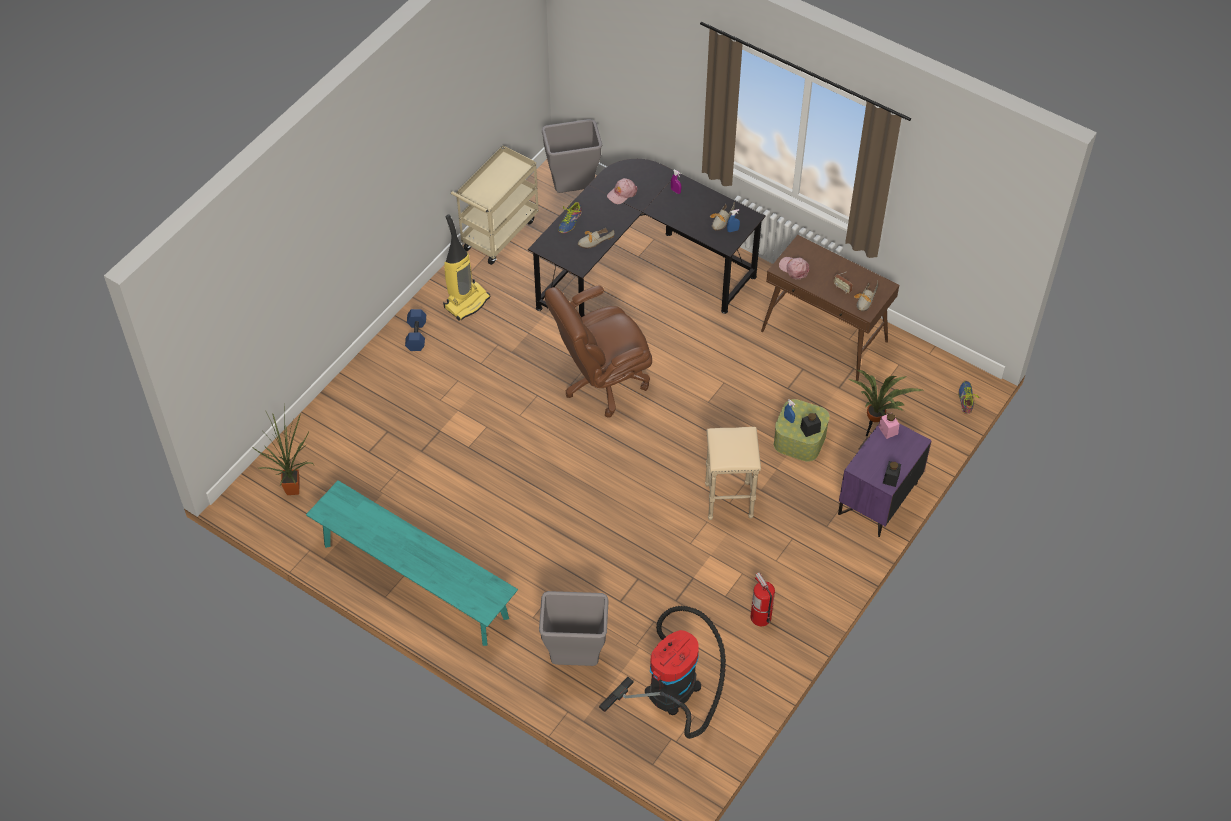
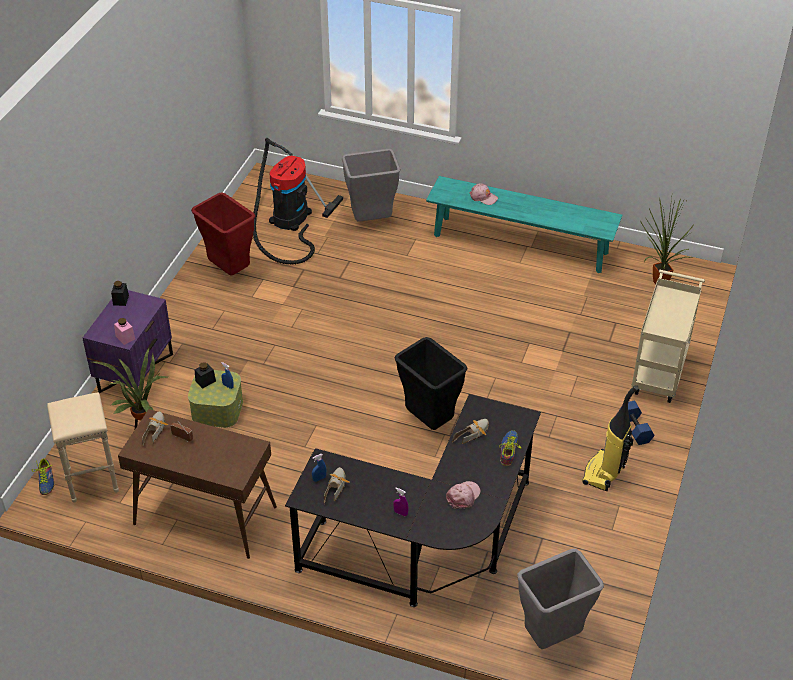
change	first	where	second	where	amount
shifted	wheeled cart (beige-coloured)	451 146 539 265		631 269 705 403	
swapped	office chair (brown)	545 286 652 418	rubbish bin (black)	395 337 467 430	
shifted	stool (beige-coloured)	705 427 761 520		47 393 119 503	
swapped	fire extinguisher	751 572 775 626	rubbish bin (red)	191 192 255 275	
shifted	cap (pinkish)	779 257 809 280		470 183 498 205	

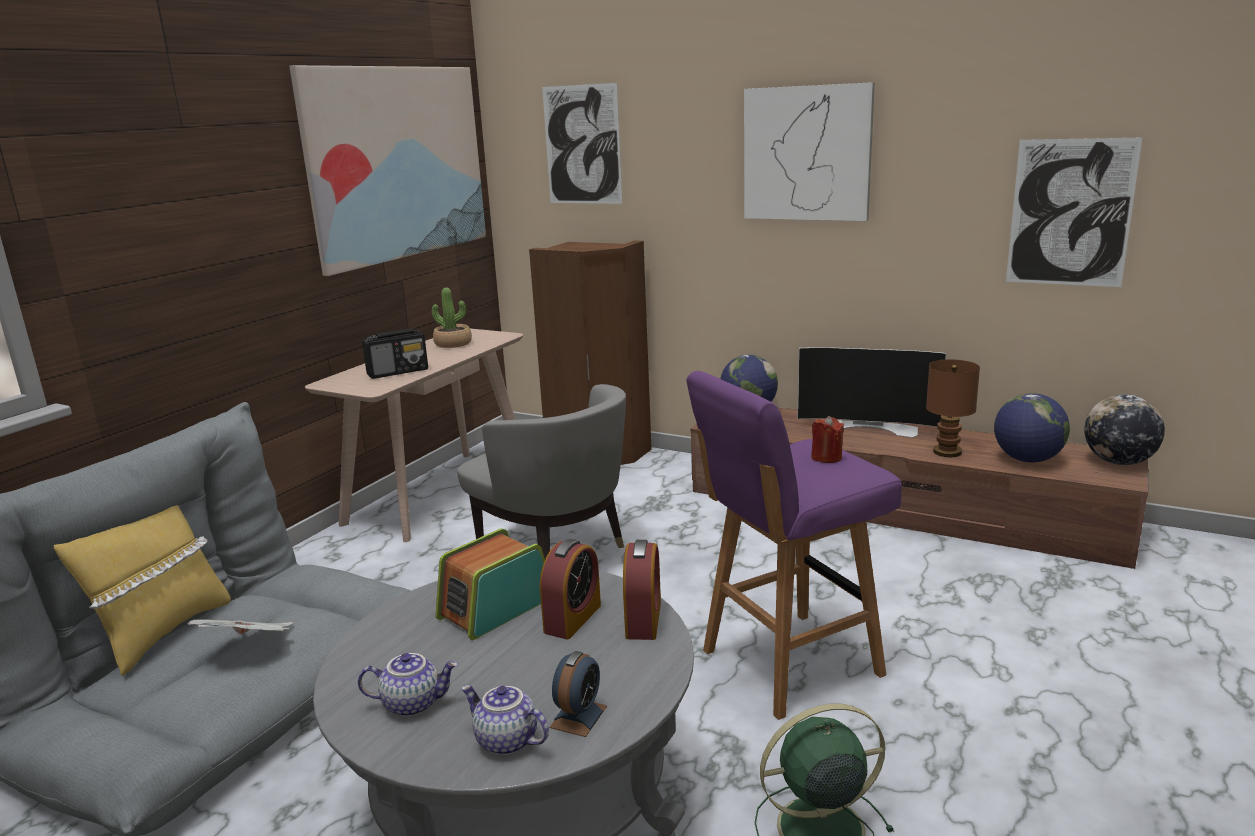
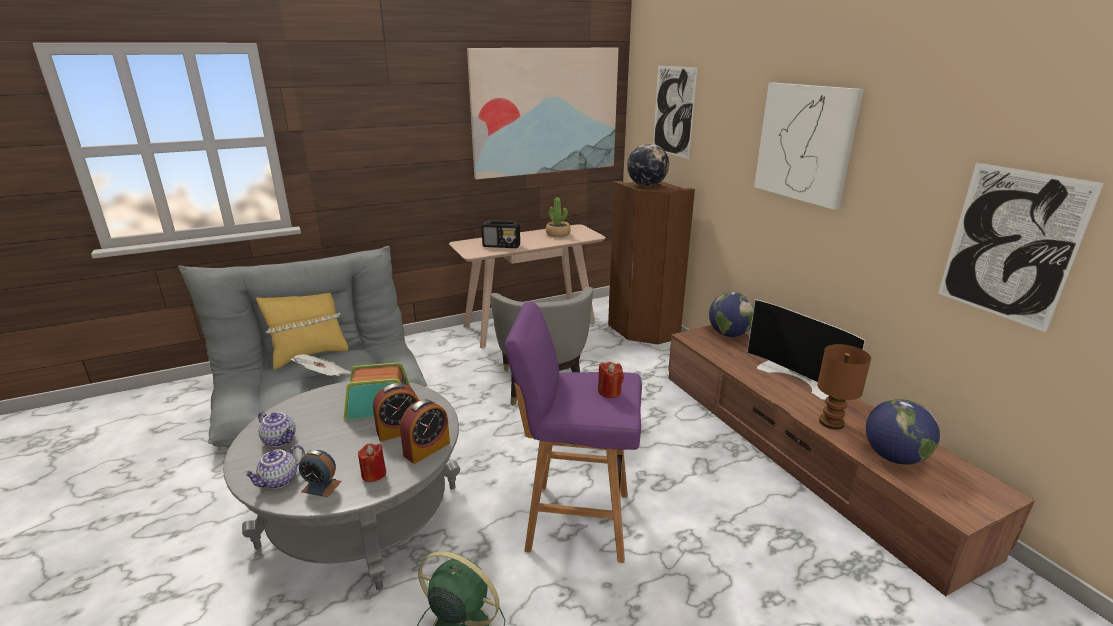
change	first	where	second	where	amount
rotated	teapot	461 685 549 755		243 445 305 489	120 degrees counterclockwise
rotated	alarm clock	549 651 607 737		299 450 342 497	45 degrees clockwise
shifted	desk globe	1084 394 1165 465		627 143 669 187	
new			wax light (red)	358 443 386 482	

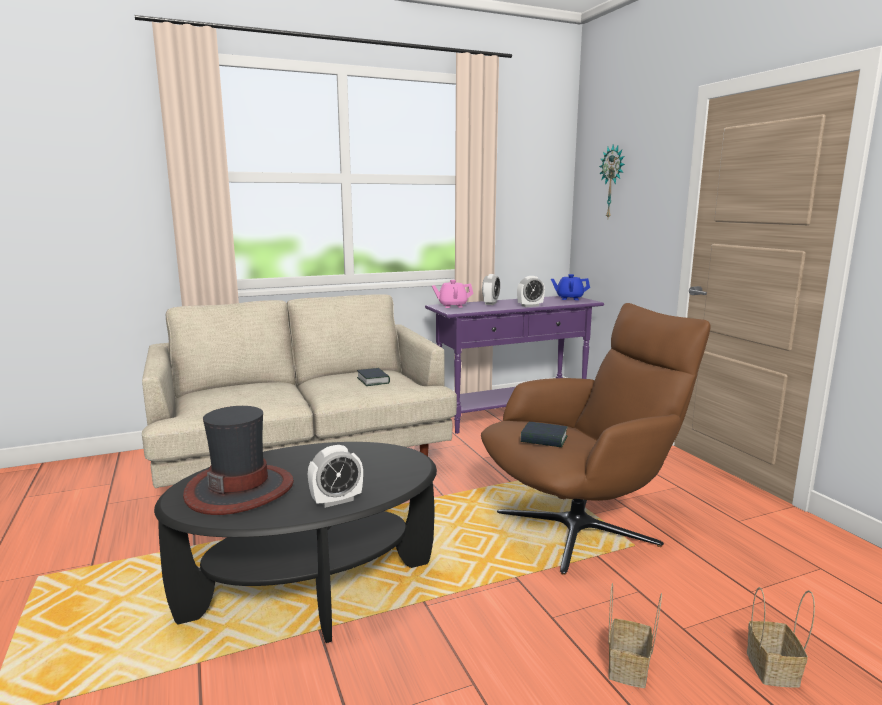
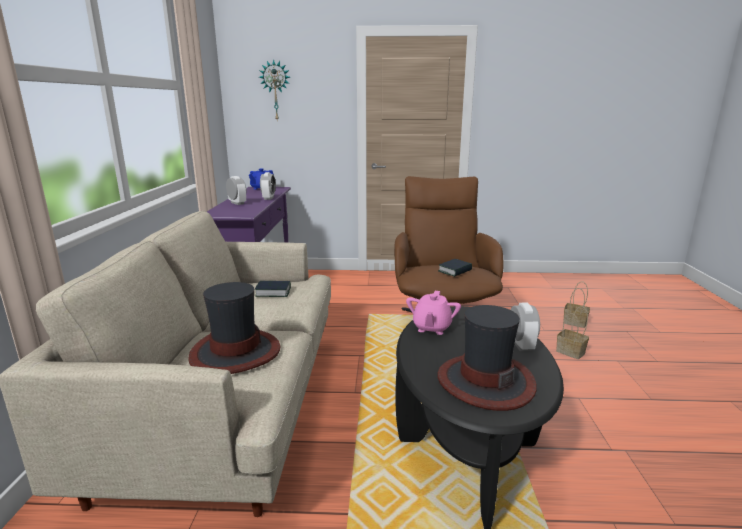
change	first	where	second	where	amount
shifted	teapot (pinkish)	432 280 474 308		406 291 461 335	
new			clothing hat	188 282 281 374	

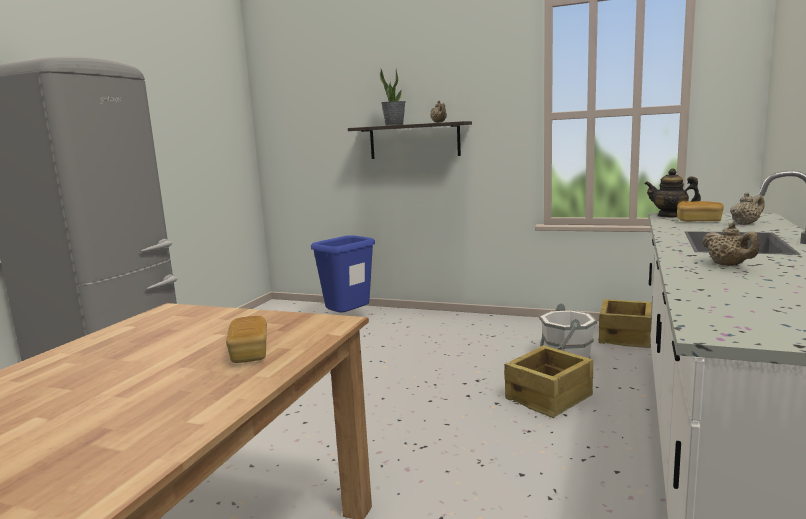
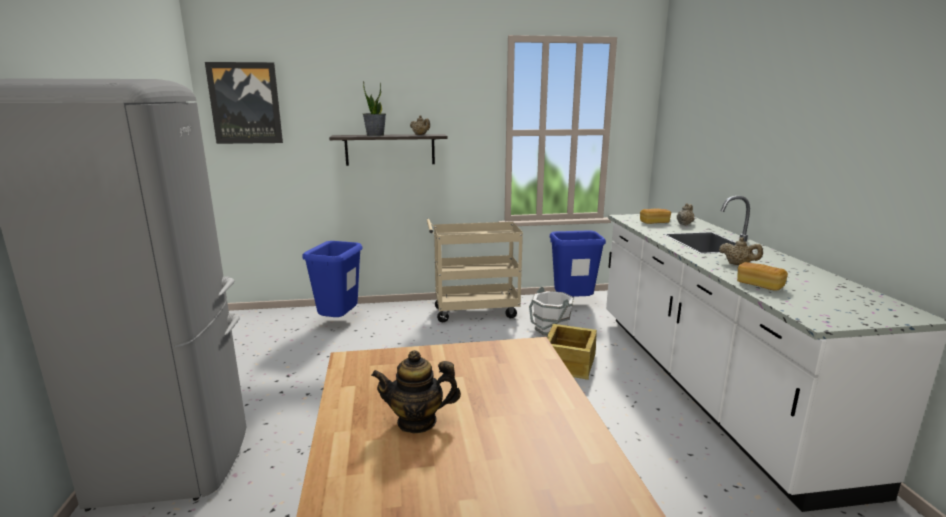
change	first	where	second	where	amount
shifted	baked bread	226 316 267 363		737 262 788 291	
swapped	crate	599 299 652 348	rubbish bin (bluish)	550 230 606 297	
shifted	teapot	645 169 701 218		371 350 461 434	
new			picture	205 62 283 144	
new			wheeled cart (beige-coloured)	427 219 523 322	

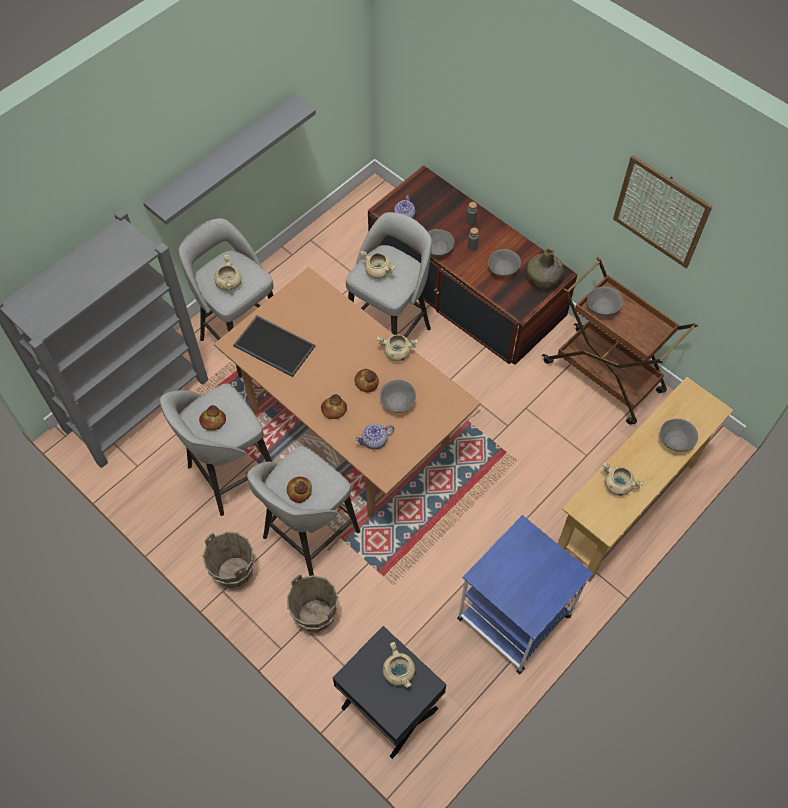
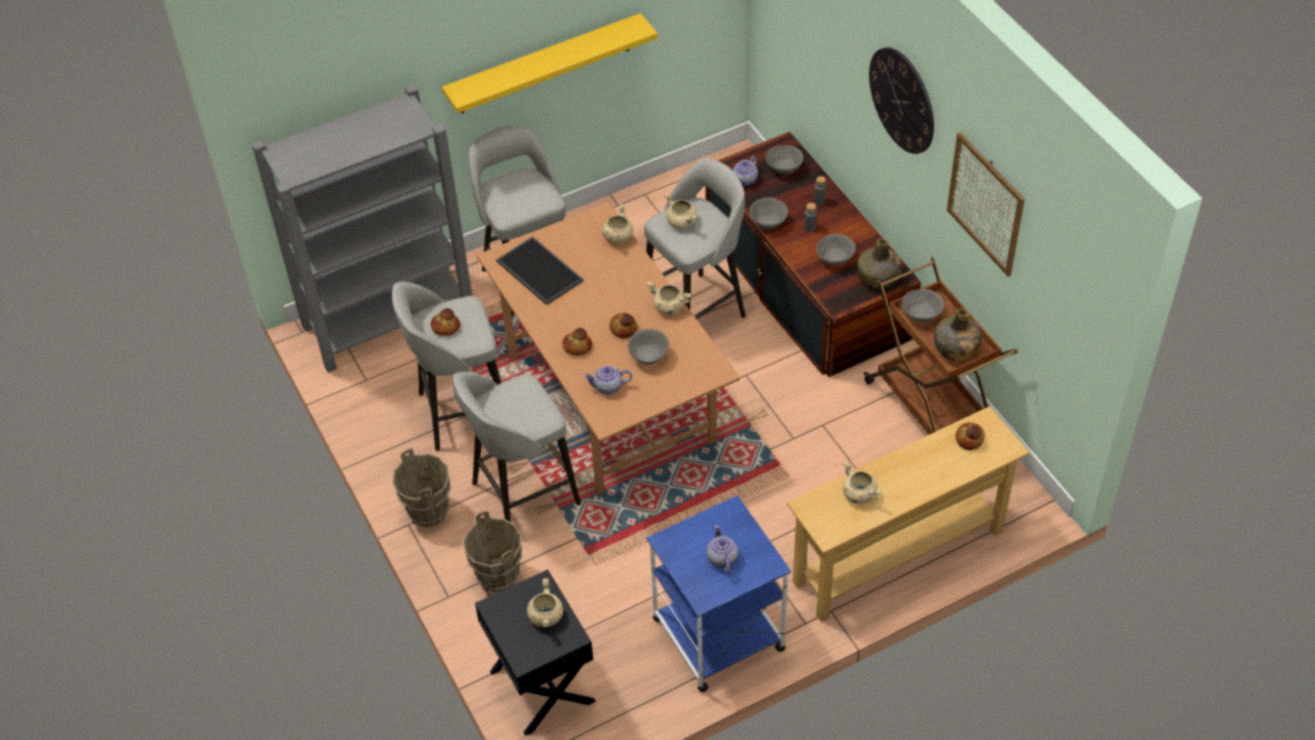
change	first	where	second	where	amount
repainted	shelf (gray)	143 94 316 225	shelf (yellowish)	442 13 658 113	
shifted	saucepot (beige-coloured)	214 255 242 291		602 204 633 244	
shifted	baked bread	287 477 312 503		956 423 985 450	
shifted	deep dish (gray)	660 419 698 452		765 145 803 175	
new			teapot	707 525 738 573	
new			hanging clock	869 47 934 154	
new			drink bottle (green)	934 308 982 361	

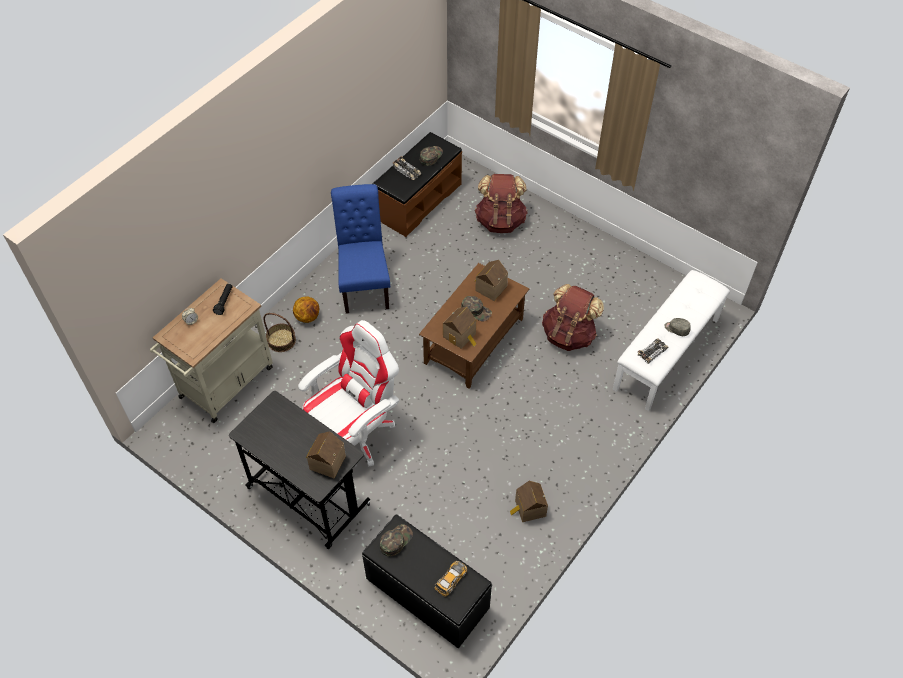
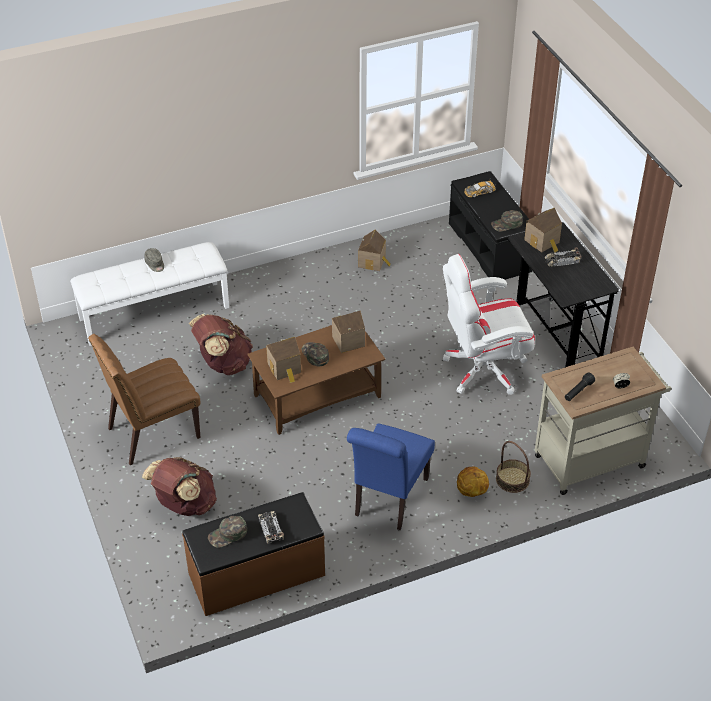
change	first	where	second	where	amount
shifted	miniature car	638 338 669 364		545 247 582 267	
new			chair (brown)	88 334 201 465	

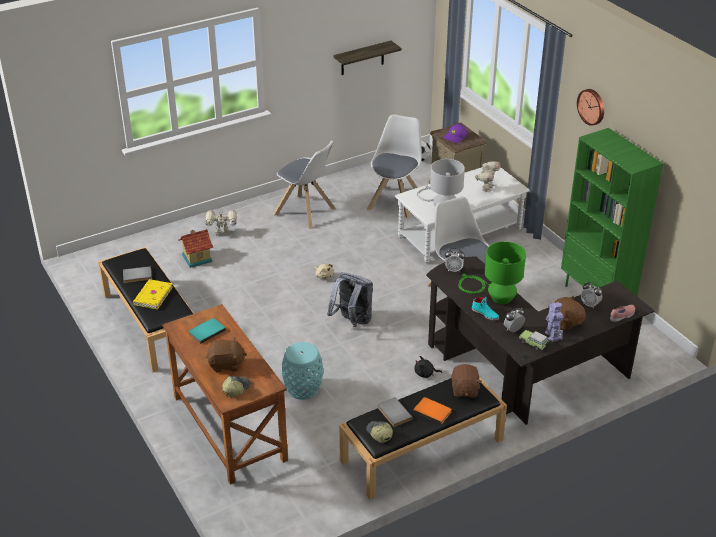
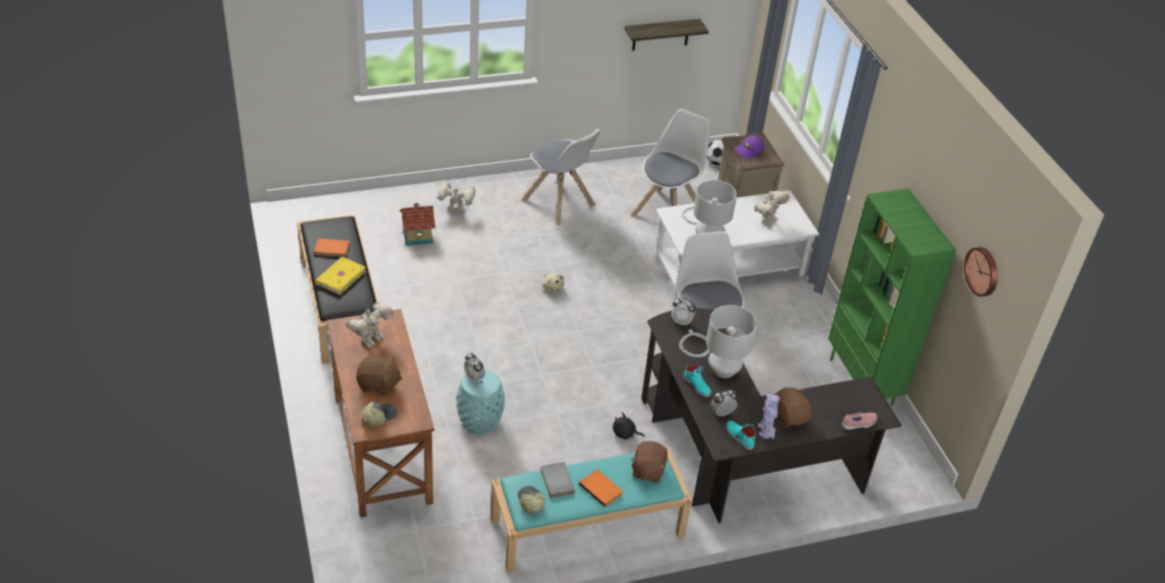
change	first	where	second	where	amount
repainted	bound book (gray)	123 266 152 283	bound book (orange)	314 238 350 257	
swapped	bound book (turquoise-coloured)	188 318 226 344	robot figure	346 302 394 347	
gone	knapsack (gray)	327 272 373 327			
repainted	long seat (black)	339 377 507 500	long seat (turquoise-coloured)	491 447 692 573	
repainted	tabletop lamp (green)	459 241 526 305	tabletop lamp (gray)	679 305 757 378	
swapped	miniature car	519 330 550 351	low shoe (turquoise-coloured)	726 421 756 450	
shifted	hanging clock	577 89 604 126		964 247 998 297	
shifted	alarm clock	581 282 602 309		464 353 485 384	

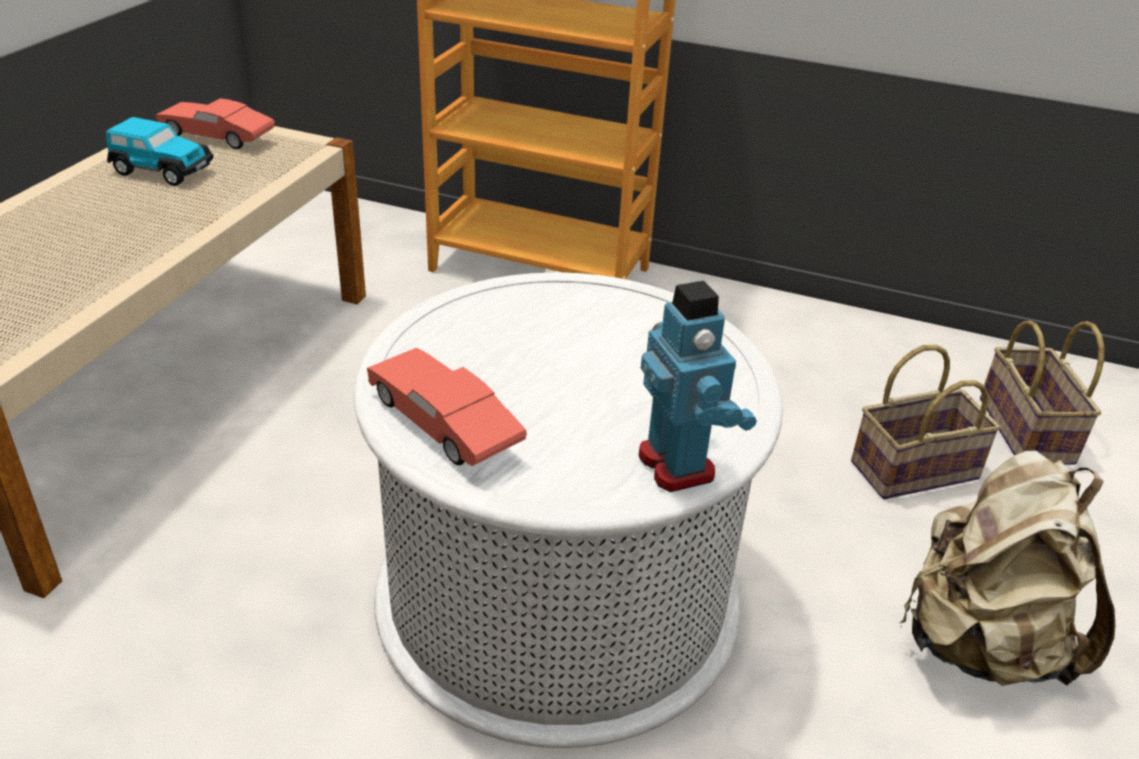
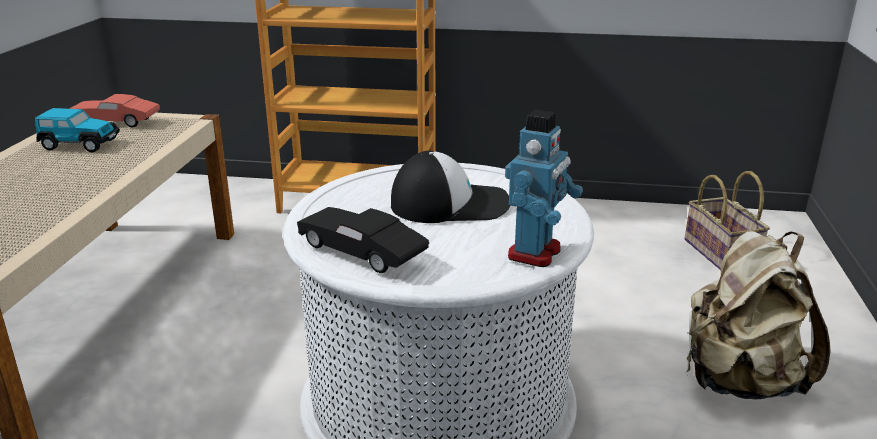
change	first	where	second	where	amount
repainted	miniature car (red)	367 348 527 466	miniature car (black)	297 207 429 273	
rotated	robot figure	639 281 757 492		505 109 583 267	60 degrees clockwise
gone	basket	851 345 1001 499			
new			cap	391 151 510 223	

